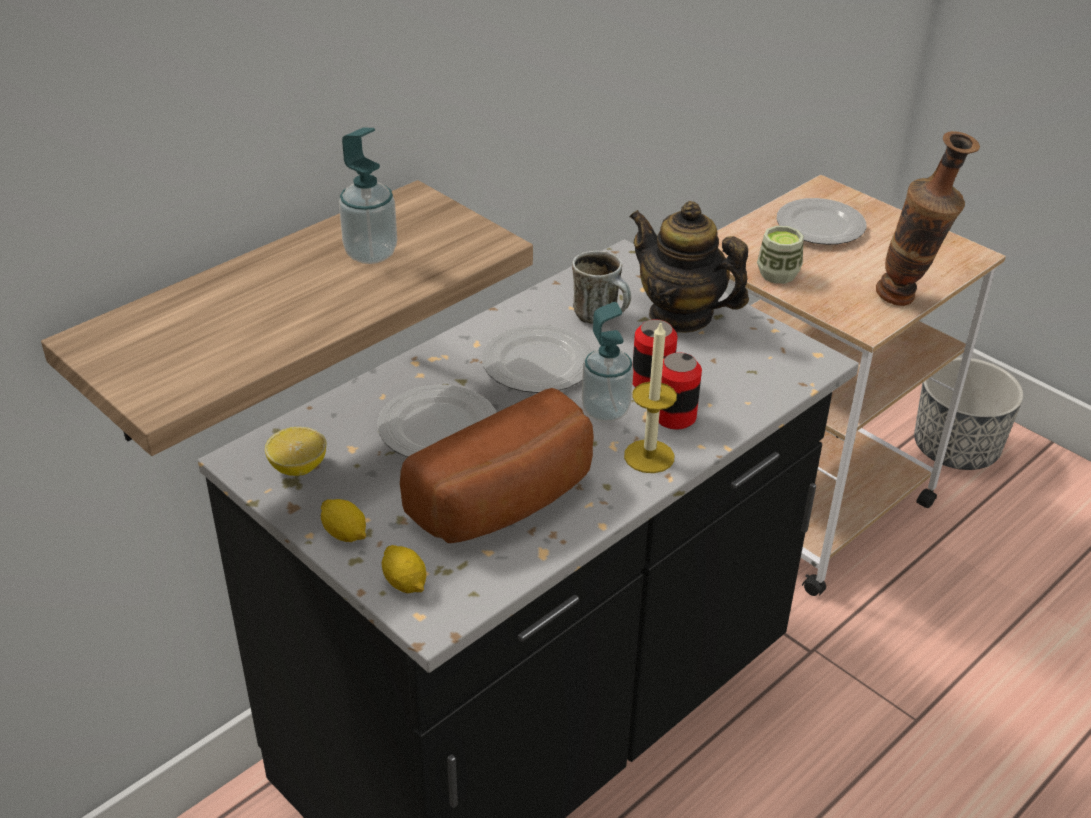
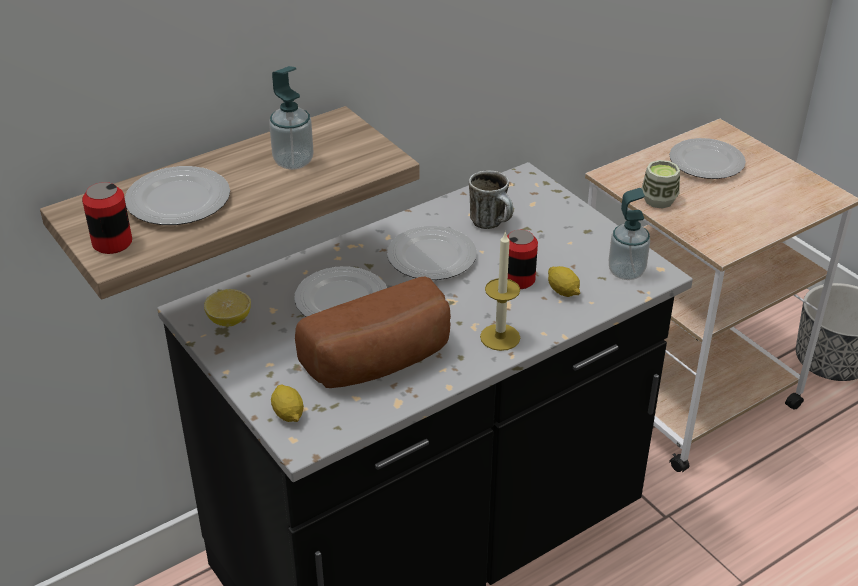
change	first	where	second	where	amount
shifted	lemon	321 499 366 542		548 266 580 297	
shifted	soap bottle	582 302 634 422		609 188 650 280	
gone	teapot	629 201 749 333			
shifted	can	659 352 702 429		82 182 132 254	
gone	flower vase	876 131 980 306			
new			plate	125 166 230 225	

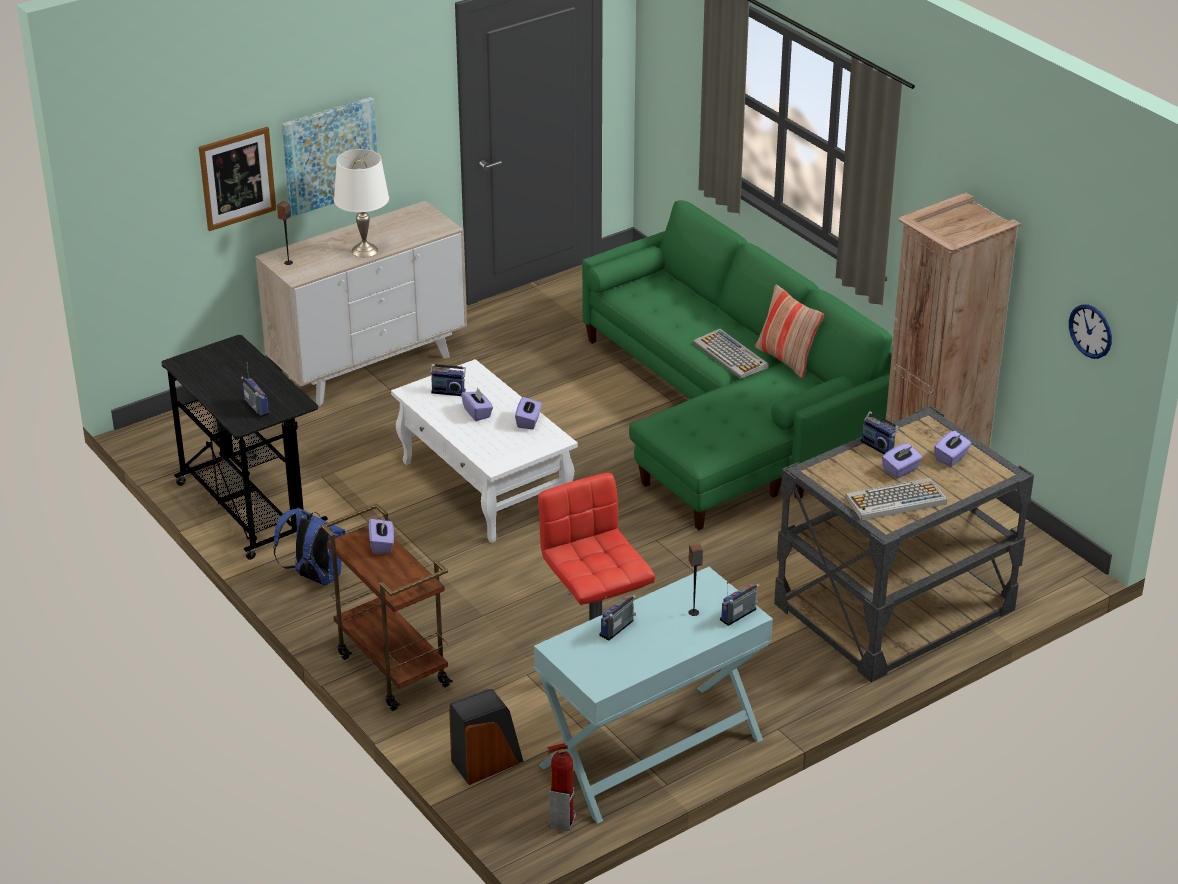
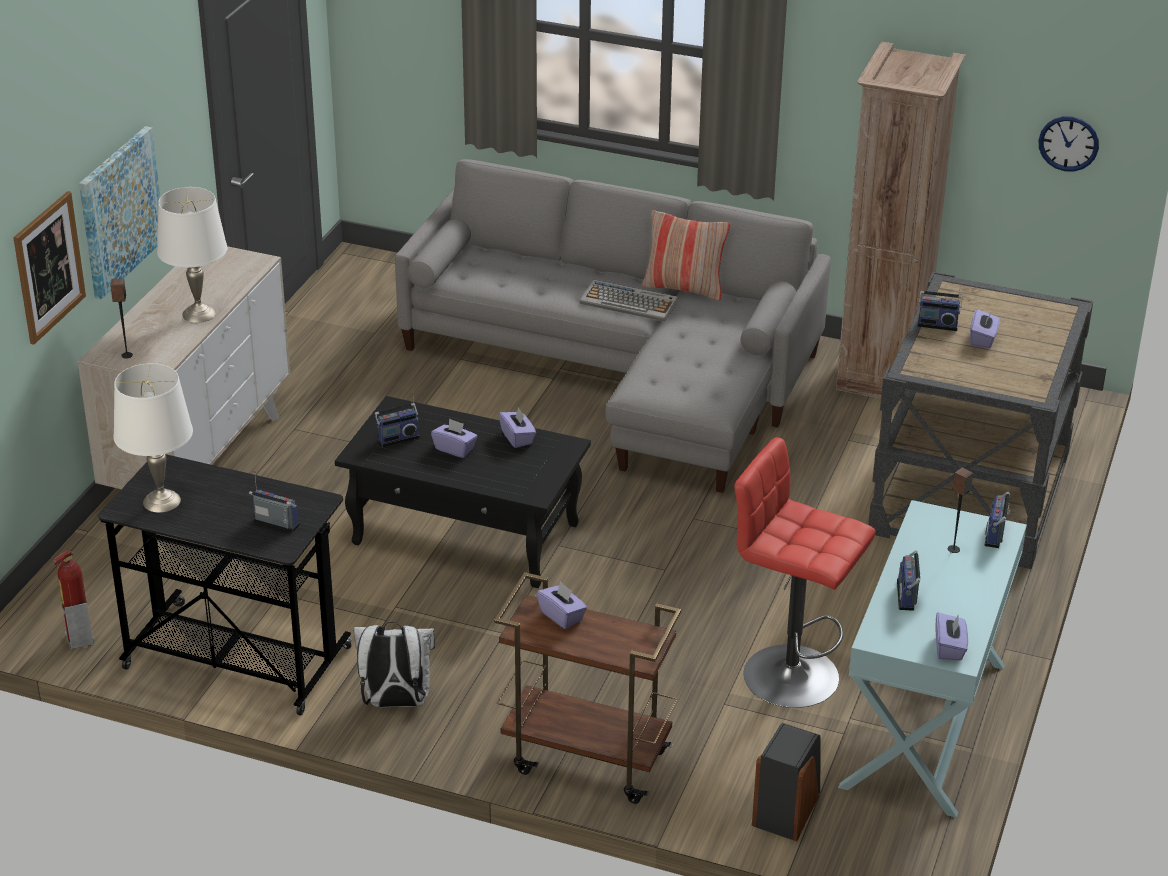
change	first	where	second	where	amount
repainted	knapsack (bluish)	273 507 346 585	knapsack (white-coloured)	353 622 435 707	
repainted	coffee table (white-coloured)	391 359 578 543	coffee table (black)	335 396 591 588	
shifted	fire extinguisher	547 743 576 831		53 551 94 649	
repainted	couch (green)	582 200 893 530	couch (gray)	395 159 831 493	
gone	keyboard	845 478 947 521			
shifted	box of tissues (purple-coloured)	934 431 971 467		935 613 968 660	
new			tabletop lamp (white-coloured)	113 363 193 513	

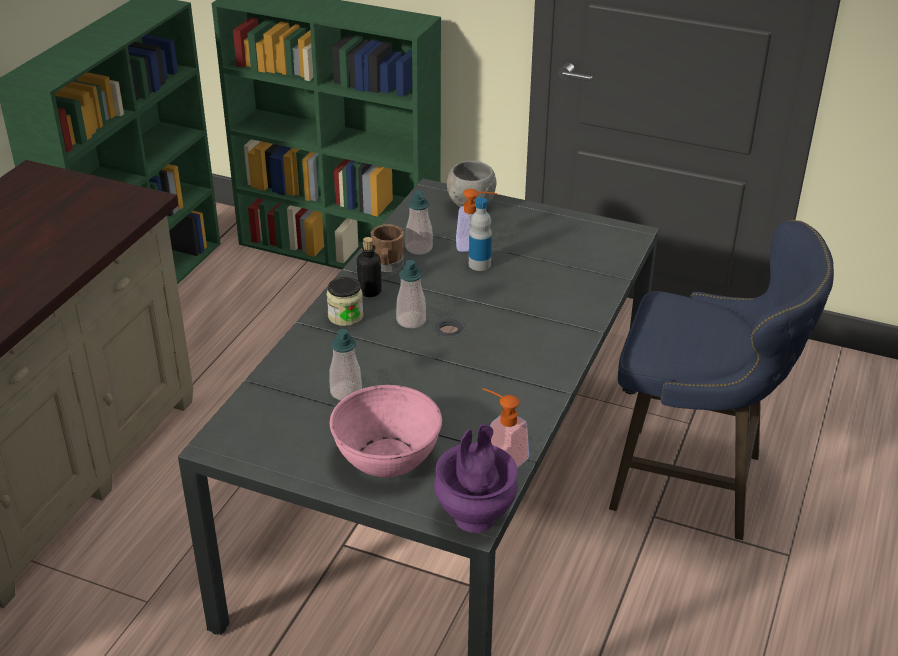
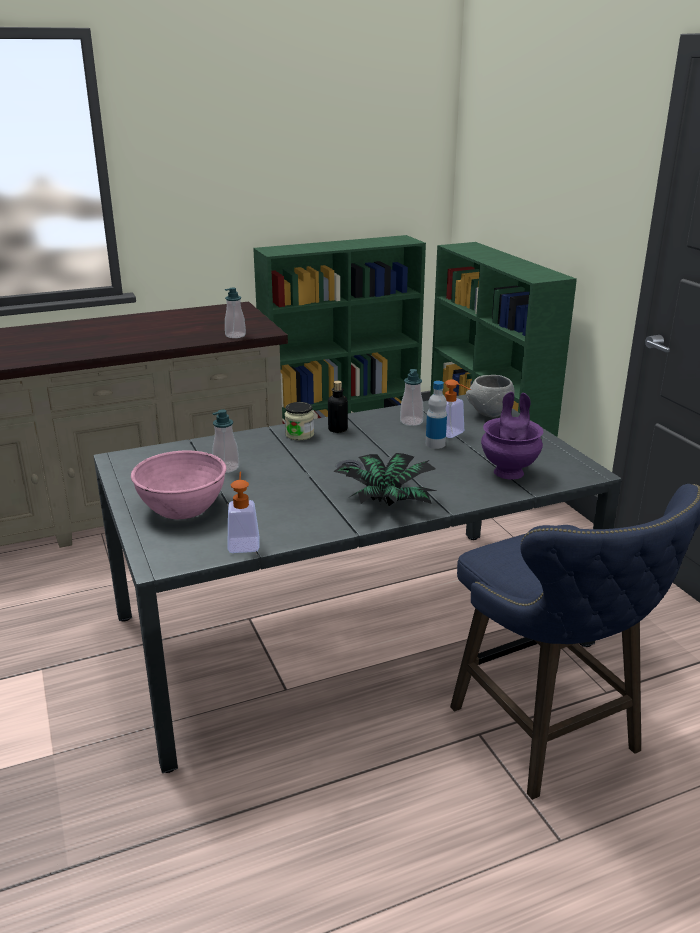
change	first	where	second	where	amount
gone	coffee mug (brown)	370 224 404 272			
shifted	soap bottle	396 260 426 328		225 288 246 338	
shifted	flower vase (purple-coloured)	434 424 518 533		481 392 543 480	
new			houseplant	333 453 437 506	

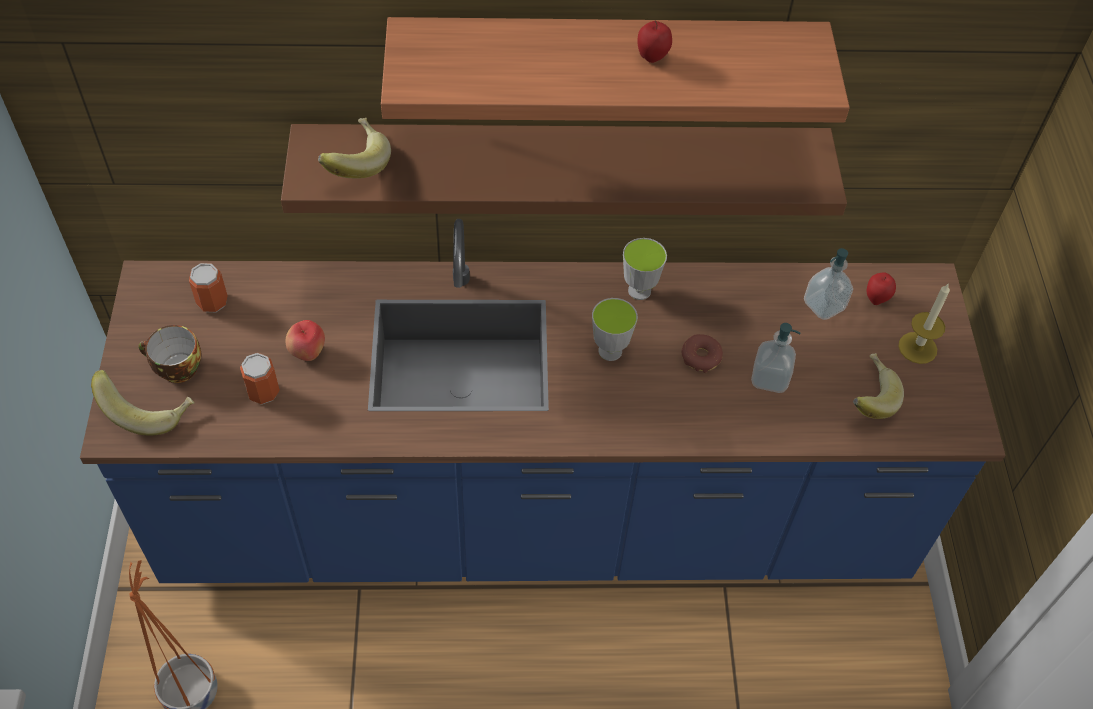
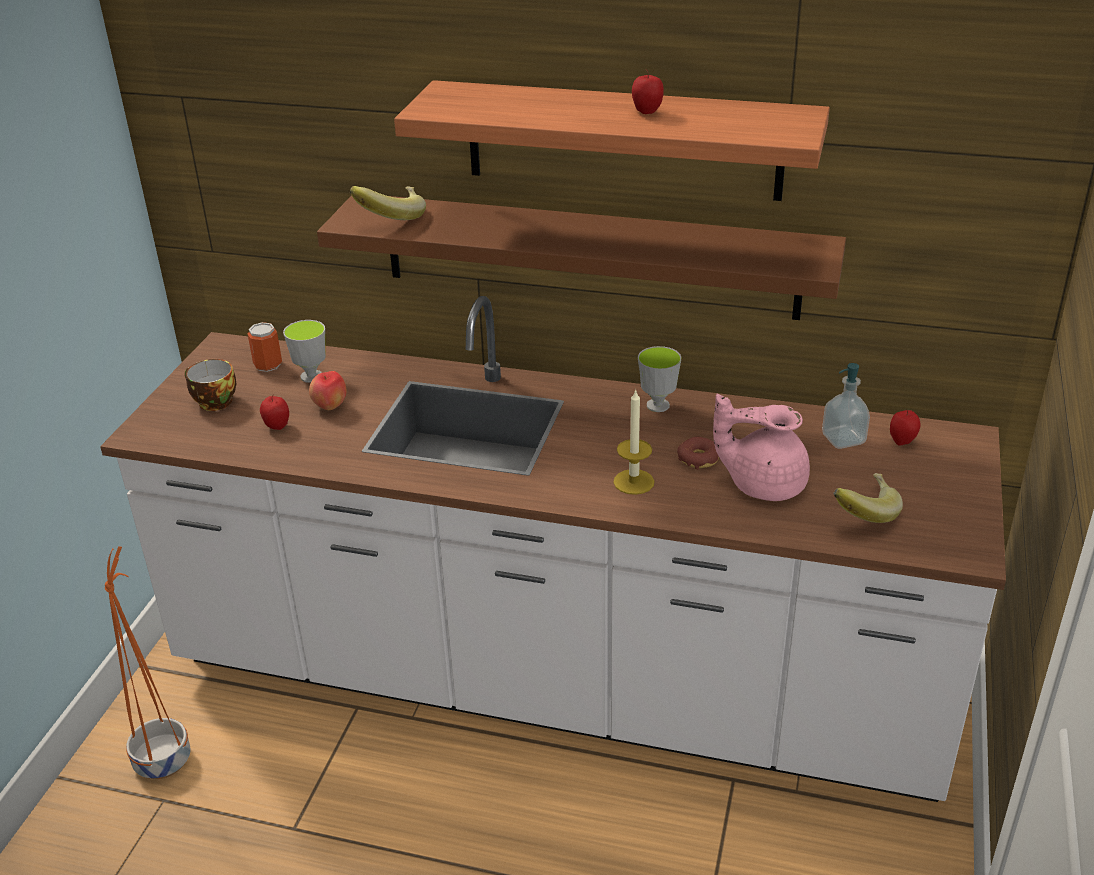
change	first	where	second	where	amount
repainted	kitchen base unit (bluish)	80 219 1006 583	kitchen base unit (white-coloured)	100 296 1006 802	
gone	banana fruit	91 370 195 435			
swapped	can	240 353 280 404	whole apple	260 394 289 430	
shifted	small cup	592 298 638 361		283 320 326 383	
swapped	soap bottle	751 323 800 393	teapot (pinkish)	713 393 810 501	
shifted	wax light	898 283 950 364		613 389 654 495	

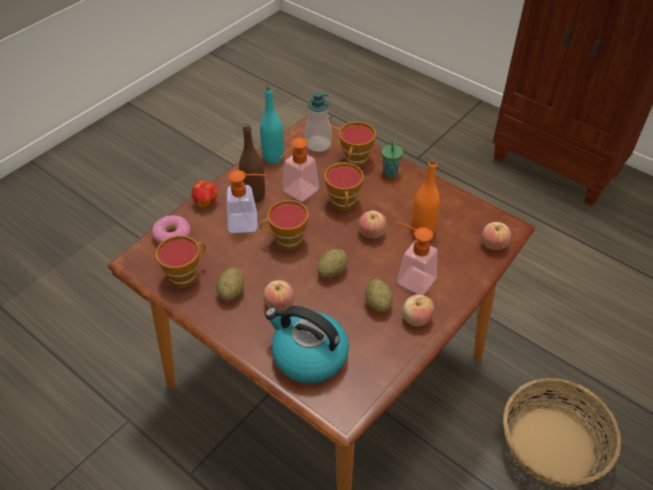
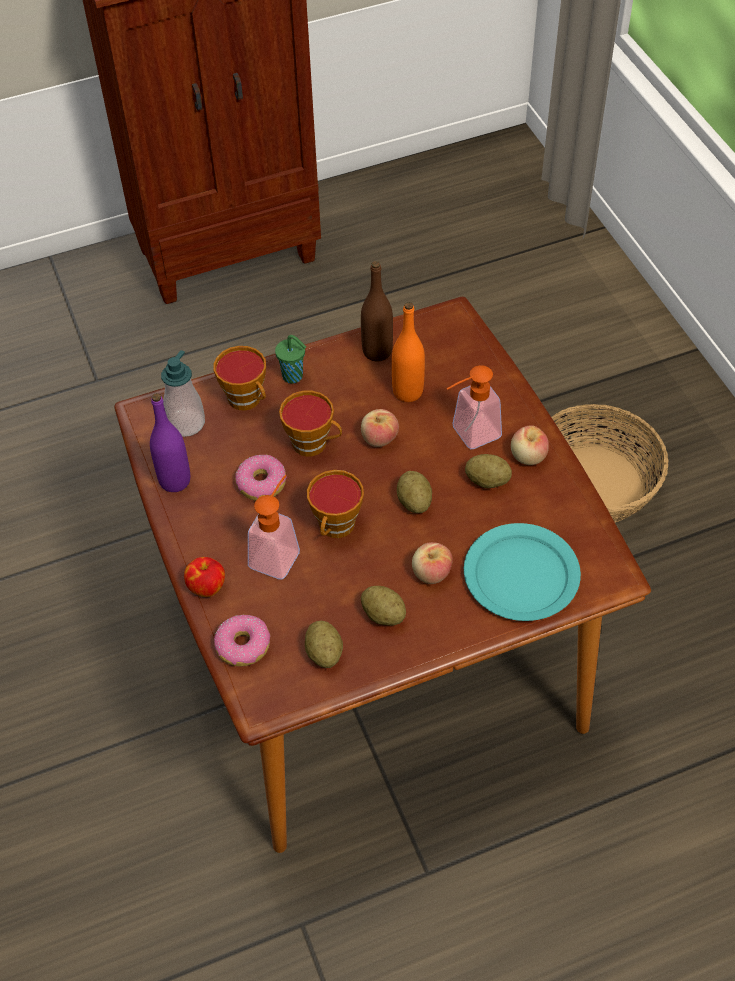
change	first	where	second	where	amount
swapped	small cup	156 236 206 288	whole potato	305 621 343 668	
shifted	drink bottle (brown)	239 123 265 203		361 261 393 362	
repainted	drink bottle (turquoise-coloured)	260 86 284 164	drink bottle (purple-coloured)	150 393 190 492	
swapped	water kettle	265 306 349 384	plate (turquoise-coloured)	464 523 581 621	
swapped	soap bottle	280 137 319 202	donut	235 454 287 501	
gone	whole apple	482 222 511 250			

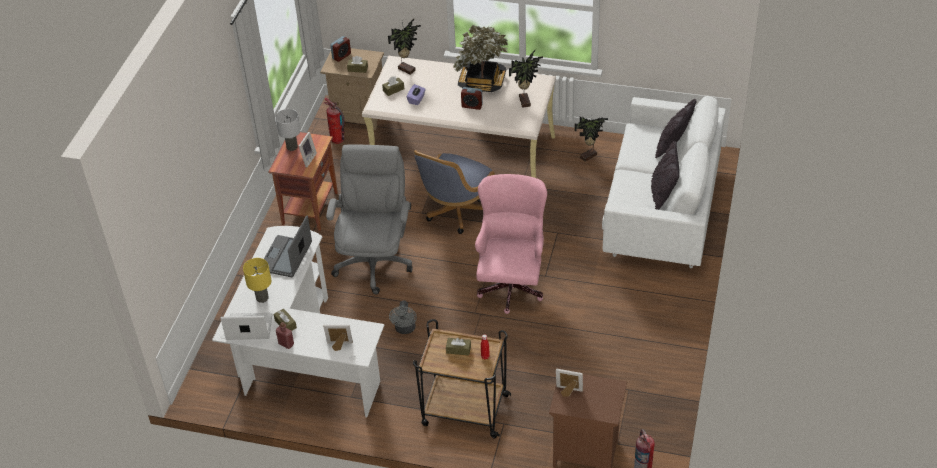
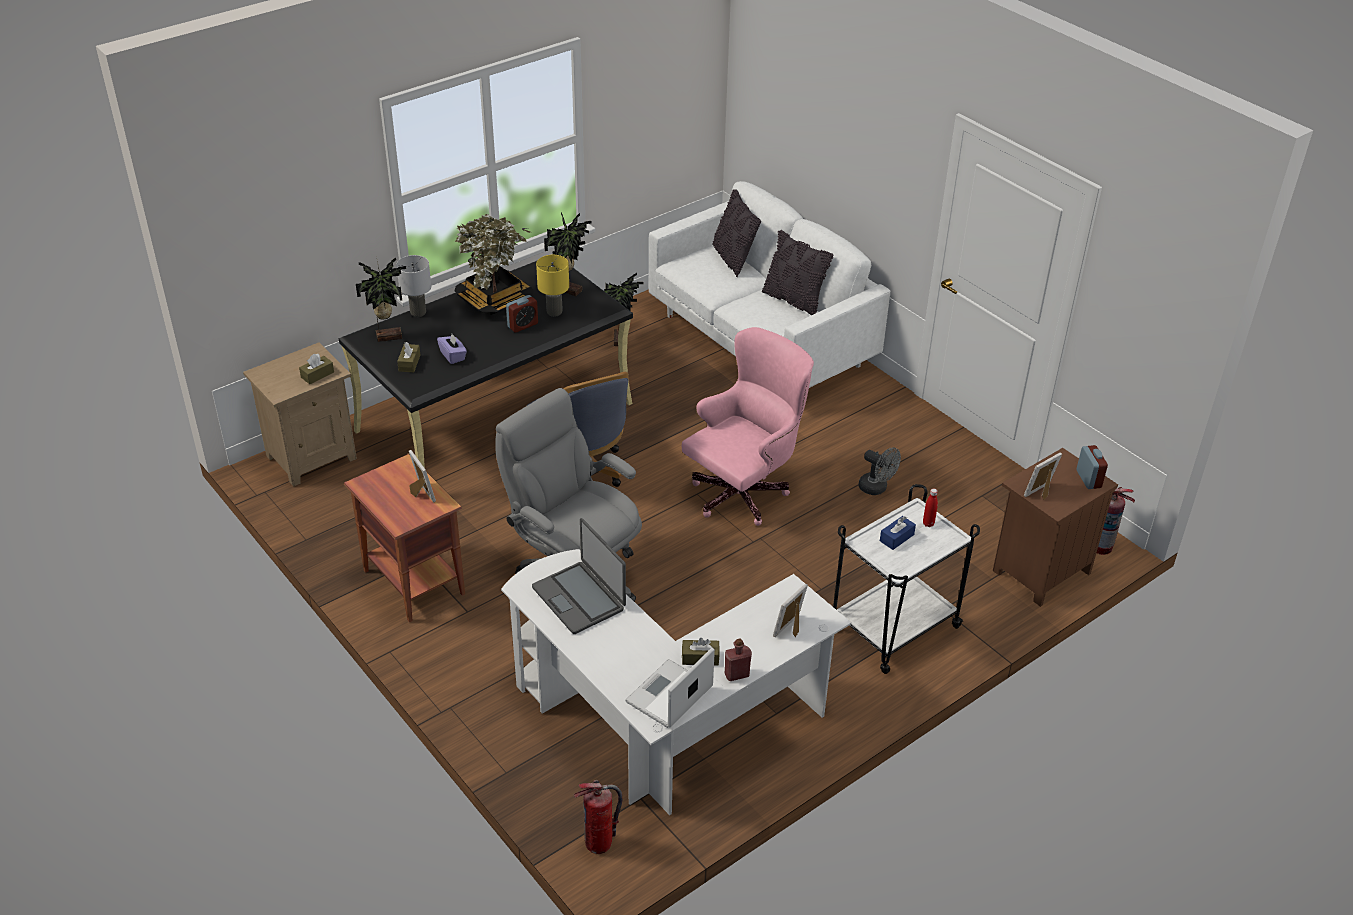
change	first	where	second	where	amount
shifted	tabletop lamp (yellowish)	243 258 271 303		536 255 569 317	
shifted	tabletop lamp (white-coloured)	275 109 301 151		396 255 431 317	
shifted	fire extinguisher	324 98 345 144		574 780 623 854	
shifted	alarm clock	330 36 351 62		1077 445 1108 489	
repainted	desk unit (beige-coloured)	362 56 556 178	desk unit (black)	339 261 633 468	
shifted	electric fan (gray)	389 301 417 334		858 447 901 495	
repainted	wheeled cart (brown)	413 319 511 438	wheeled cart (white-coloured)	833 484 980 674	
repainted	box of tissues (brown)	446 338 471 356	box of tissues (bluish)	880 516 916 550	
rotated	office chair (pinkish)	475 174 547 314		682 327 814 526	90 degrees clockwise

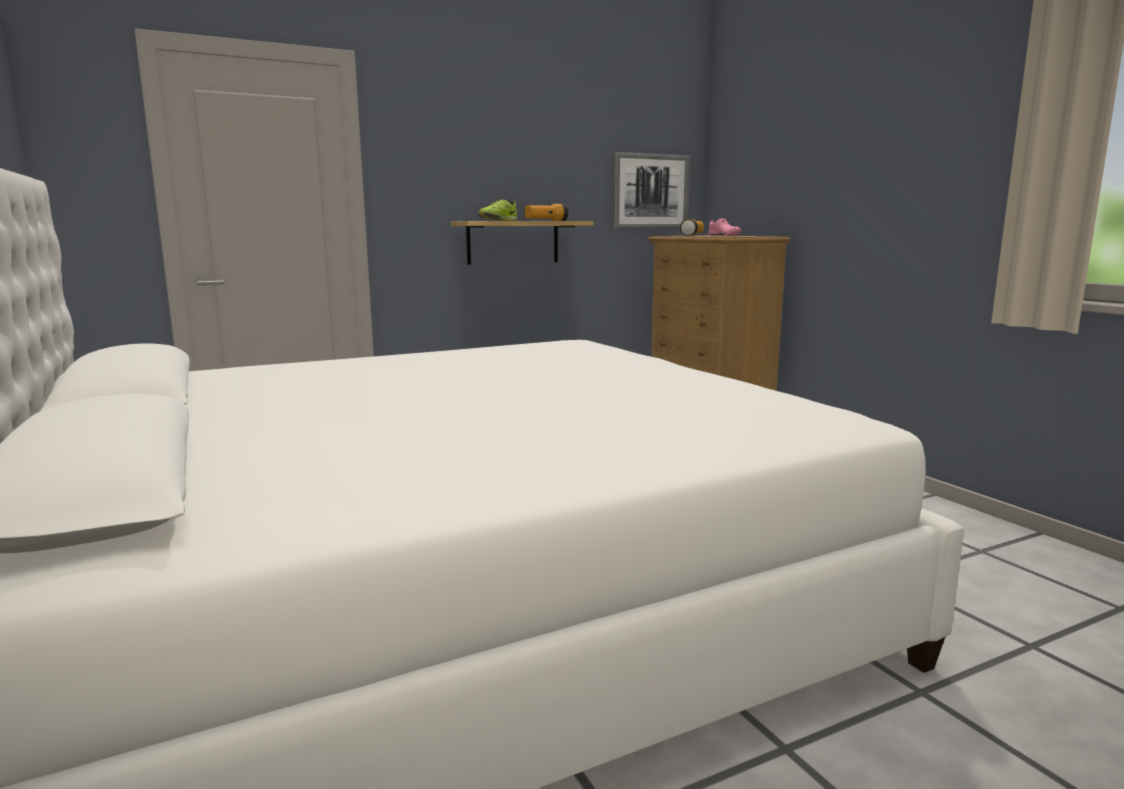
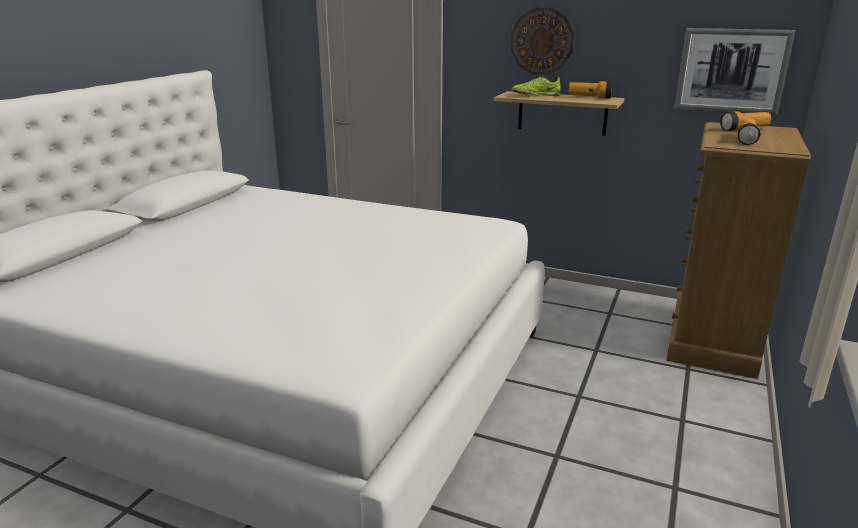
change	first	where	second	where	amount
swapped	low shoe (pinkish)	708 218 741 236	torch	737 118 760 145	
new			hanging clock	511 8 574 75	

